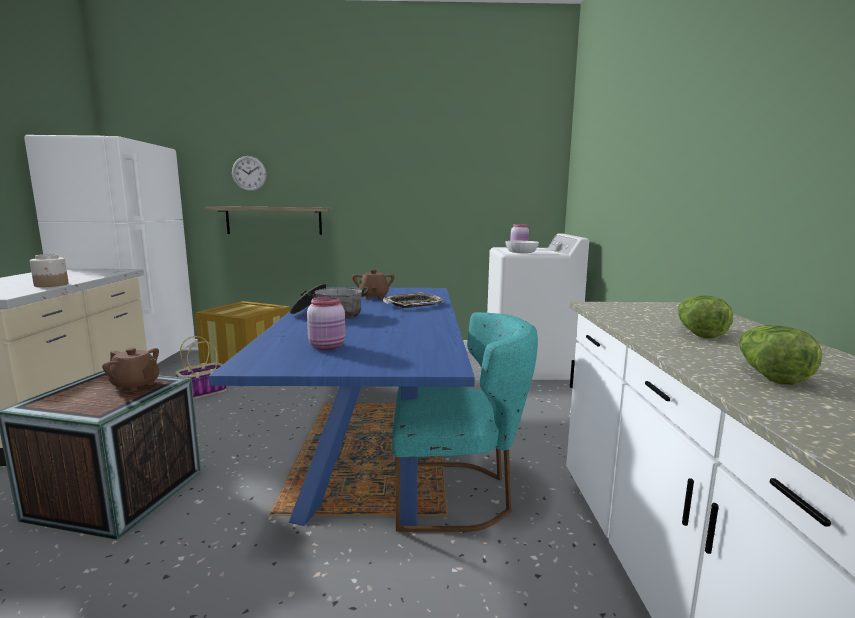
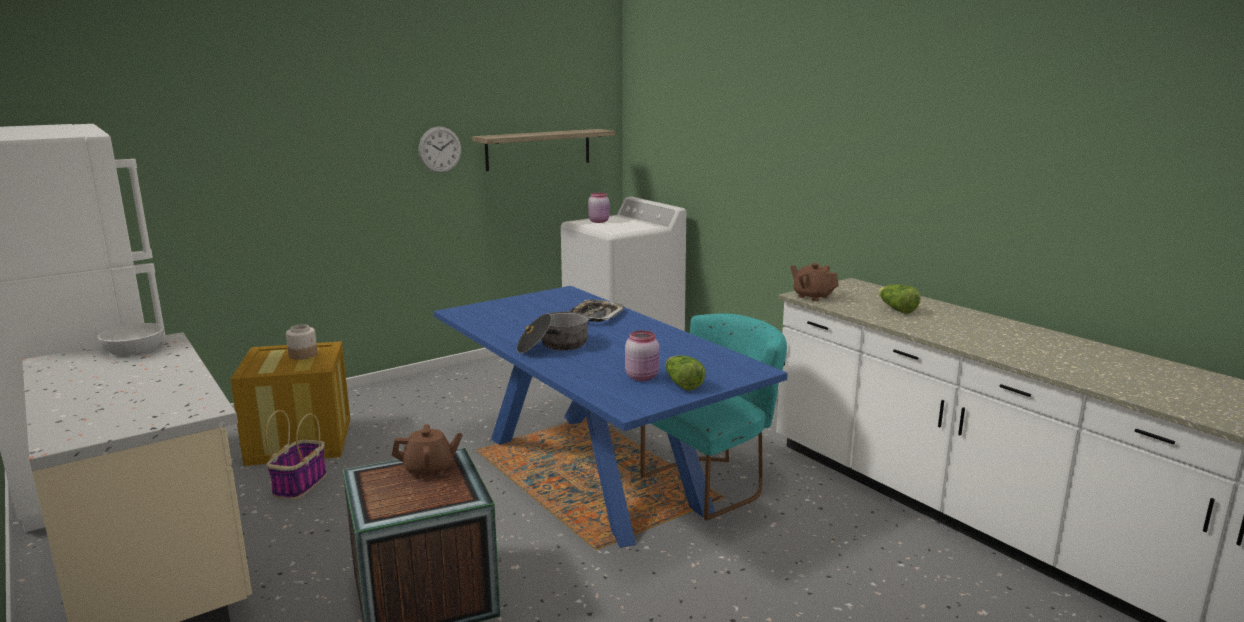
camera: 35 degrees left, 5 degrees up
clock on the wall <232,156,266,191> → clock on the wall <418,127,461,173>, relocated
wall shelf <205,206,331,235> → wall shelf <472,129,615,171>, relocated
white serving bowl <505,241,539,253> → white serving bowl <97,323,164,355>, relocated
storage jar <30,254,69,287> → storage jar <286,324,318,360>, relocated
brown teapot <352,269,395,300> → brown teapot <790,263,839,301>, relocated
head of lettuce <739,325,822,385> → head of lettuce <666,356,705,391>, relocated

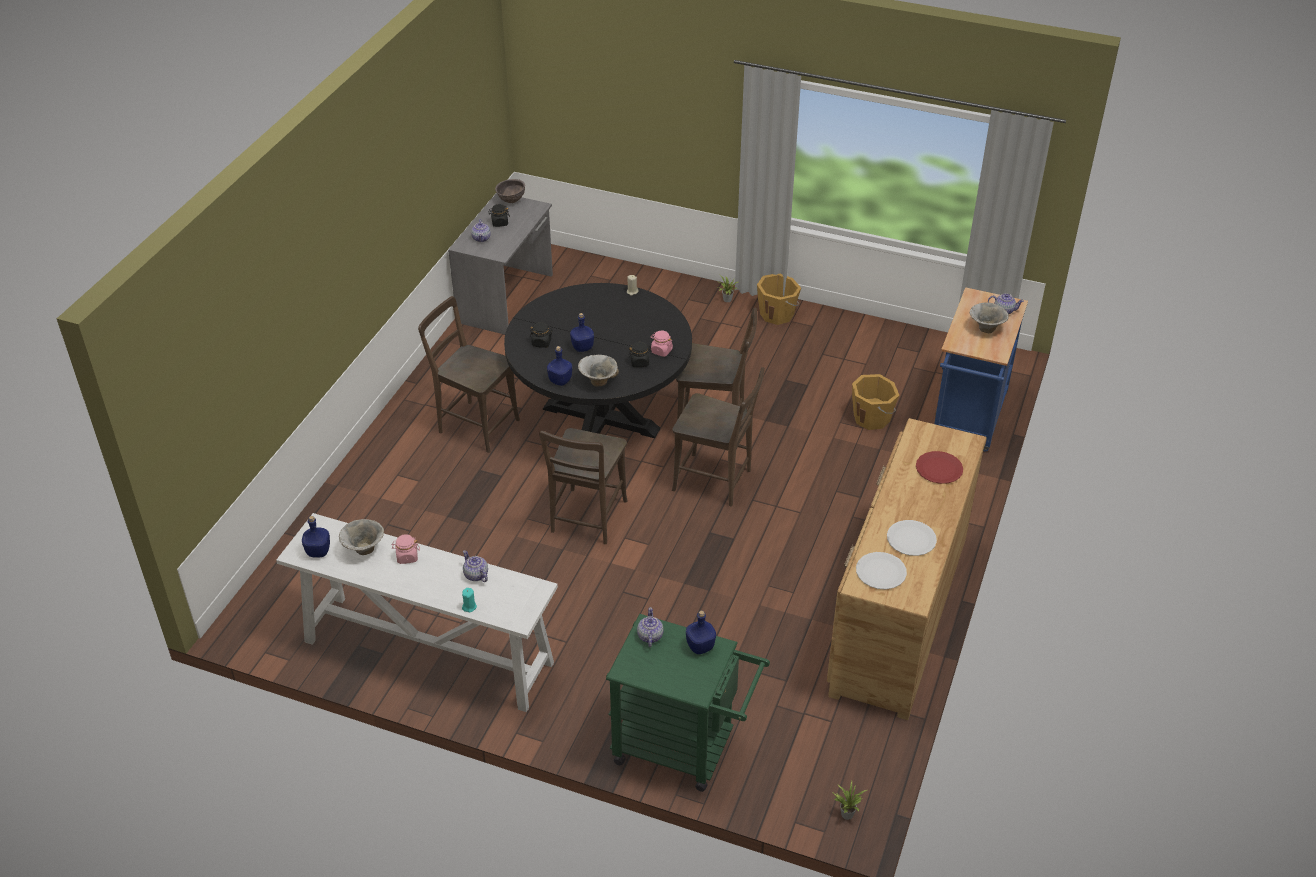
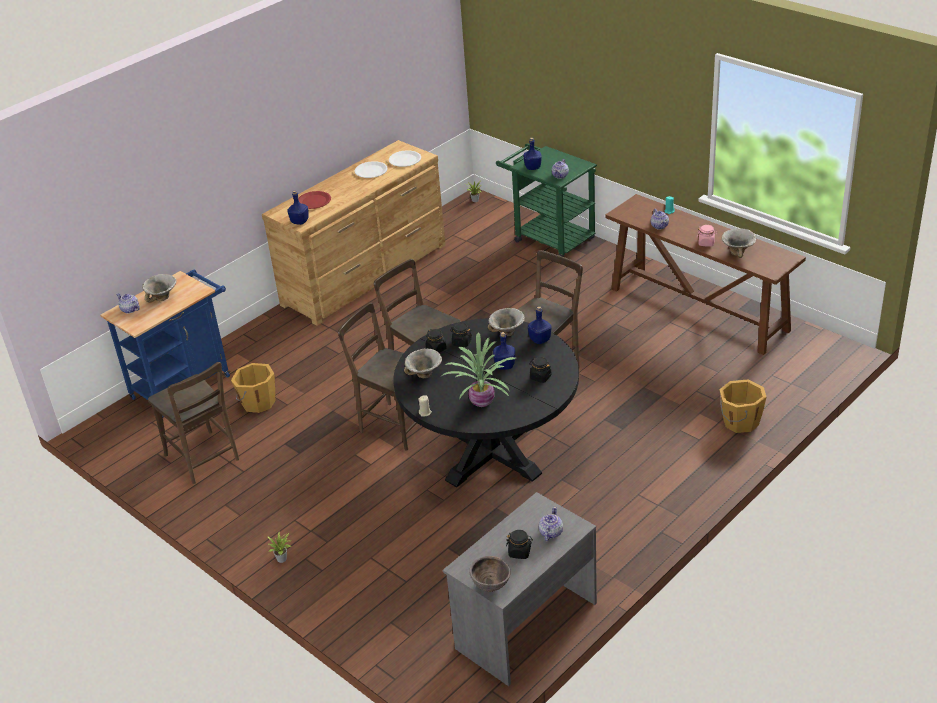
camera: 155 degrees left, 5 degrees down
orange-coloured bucket <757,274,801,325> → orange-coloured bucket <720,379,766,433>, relocated
brown chair <418,296,520,453> → brown chair <148,362,239,484>, relocated
pink-coloured storage jar <651,331,673,357> → blackish storage jar <426,329,447,353>
white hall table <276,513,558,712> → brown hall table <605,194,806,355>
blue-coloured beverage bottle <302,516,330,558> → blue-coloured beverage bottle <287,190,309,225>, relocated
- → houseplant <442,333,516,407>
- → serving bowl <404,348,442,378>

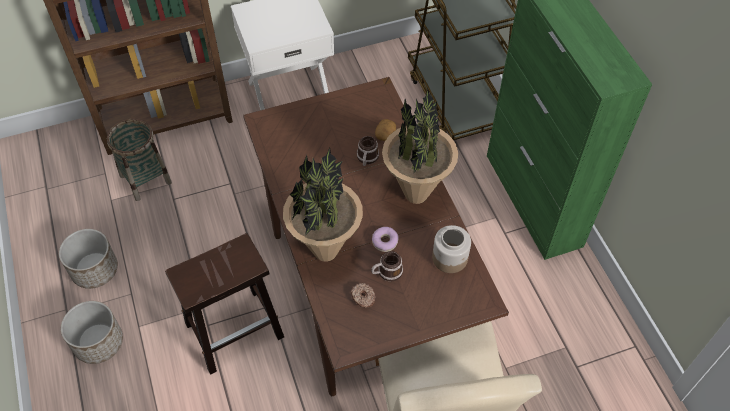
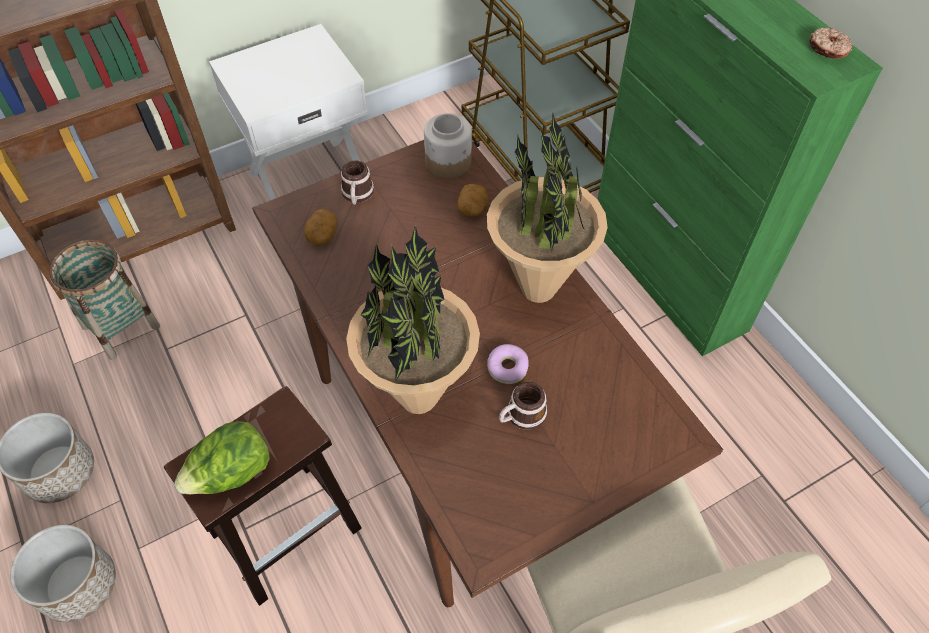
camera: 10 degrees left, 0 degrees up
coffee mug <357,136,379,166> → coffee mug <341,161,374,205>, relocated
storage jar <432,225,471,273> → storage jar <424,113,472,178>, relocated
doughnut <351,283,375,308> → doughnut <809,27,853,59>, relocated
- → potato <304,209,337,246>
- → head of lettuce <174,421,270,494>

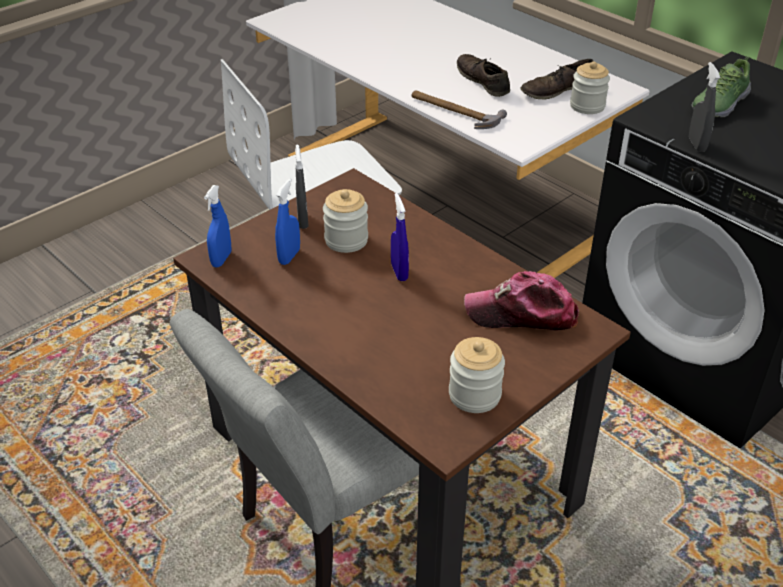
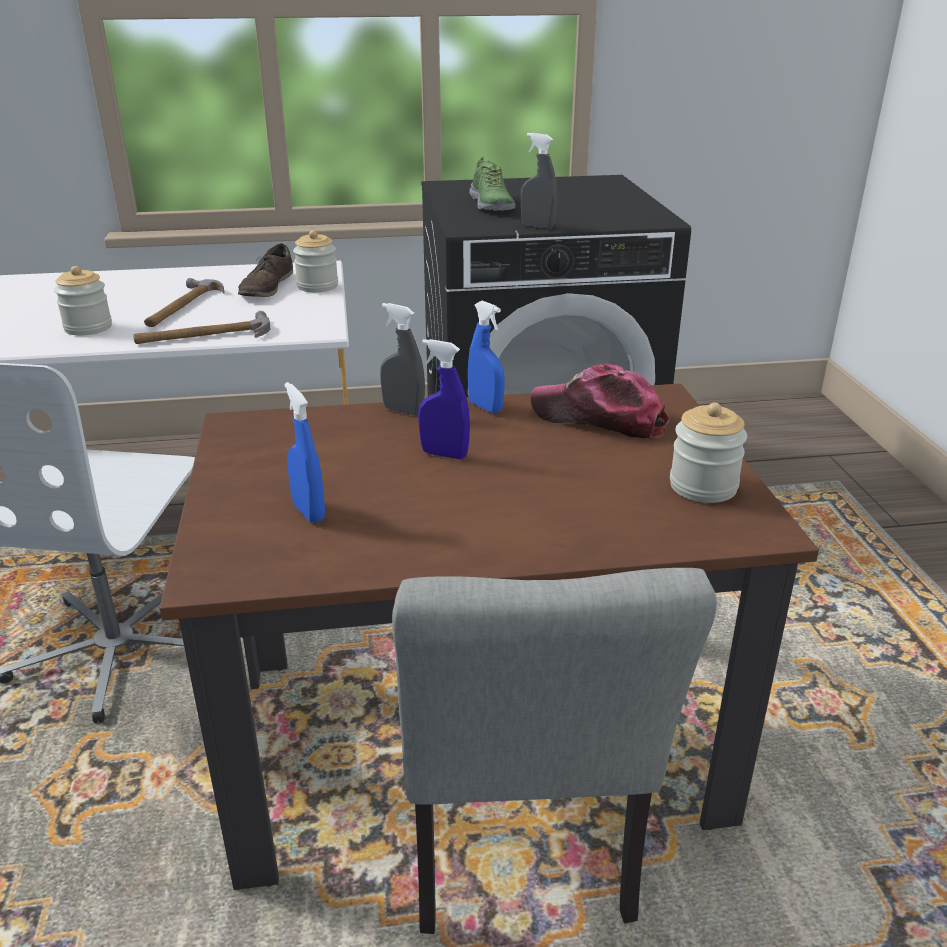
camera: 55 degrees left, 10 degrees down
brown shoe <457,54,510,97> → hammer <144,278,225,327>
gray spray bottle <295,145,309,229> → gray spray bottle <380,303,425,416>, relocated
blue-coloured spray bottle <204,185,231,267> → blue-coloured spray bottle <468,301,505,413>, relocated
storage jar <323,189,368,253> → storage jar <54,266,112,335>, relocated
cap <464,271,579,331> → cap <531,364,669,438>, 75 degrees clockwise

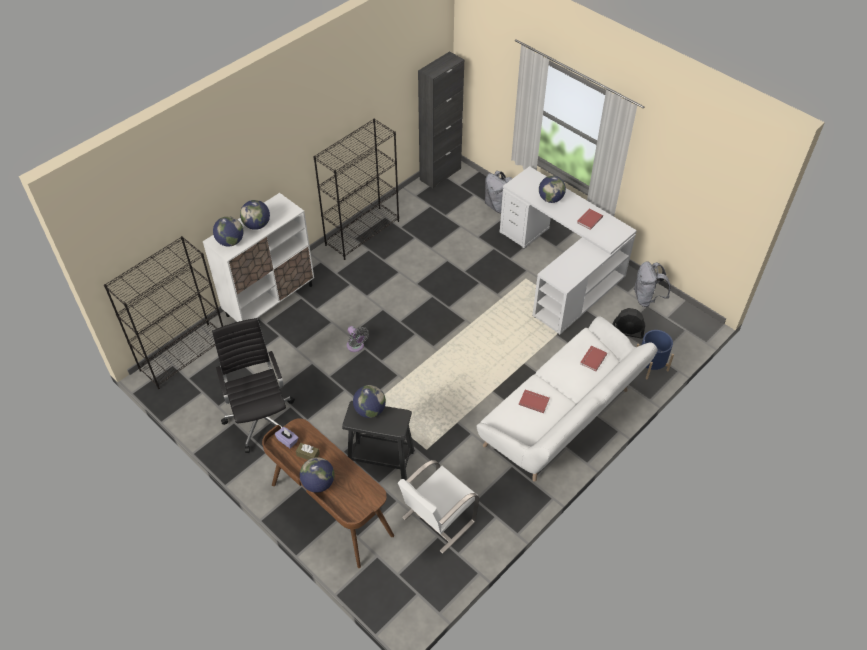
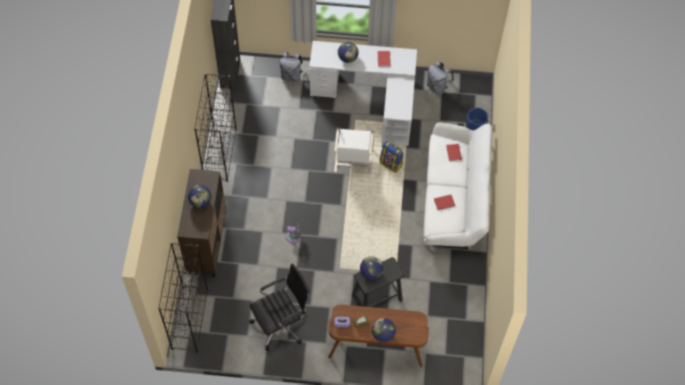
camera: 40 degrees left, 10 degrees up
white cabinet <203,193,314,322> → brown cabinet <177,169,226,277>
globe <213,216,244,246> → -
blackish electric fan <612,308,645,338> → -
blackish office chair <212,318,295,453> → blackish office chair <249,263,310,350>, 120 degrees clockwise
white chair <398,460,479,554> → white chair <334,127,374,175>, relocated
- → knapsack <380,141,404,173>

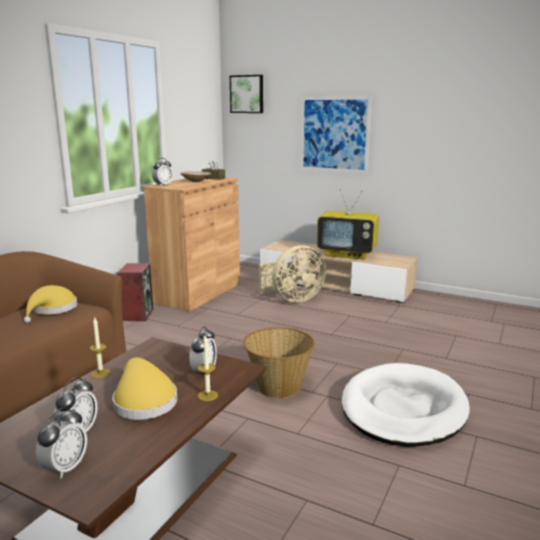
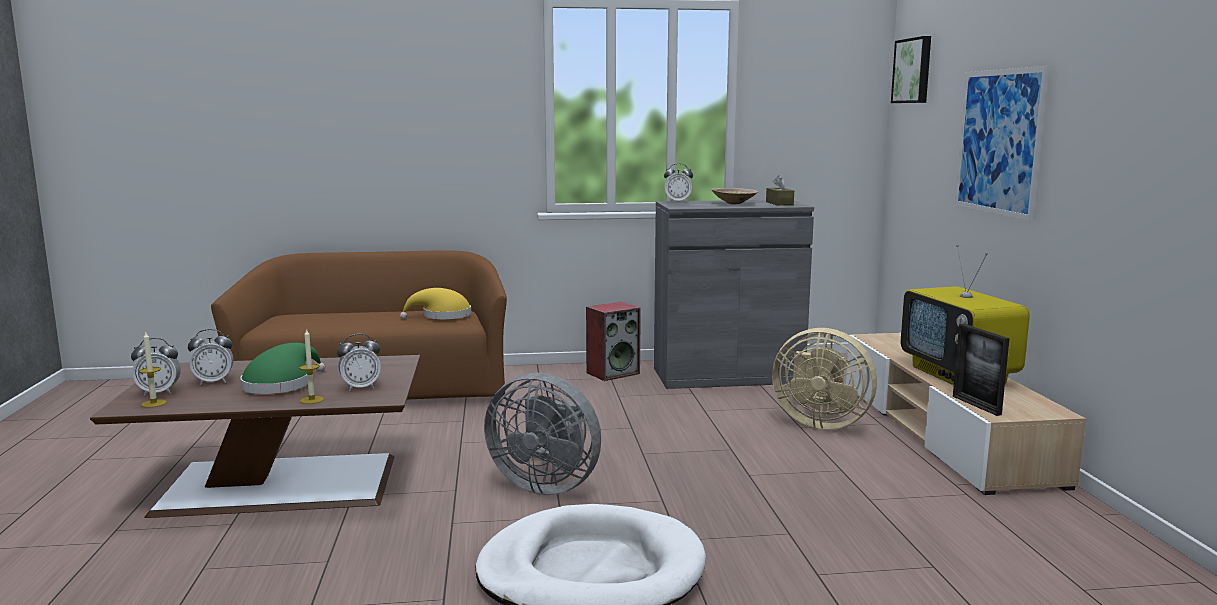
camera: 55 degrees right, 5 degrees down
brown cabinet <144,177,240,312> → gray cabinet <654,200,814,389>
wax light <89,318,111,378> → wax light <139,331,167,408>, relocated
storage basket <243,327,315,399> → gray electric fan <484,373,601,495>
yellow wearable hat <112,357,177,420> → green-coloured wearable hat <240,343,325,394>
- → photo frame <953,324,1010,416>

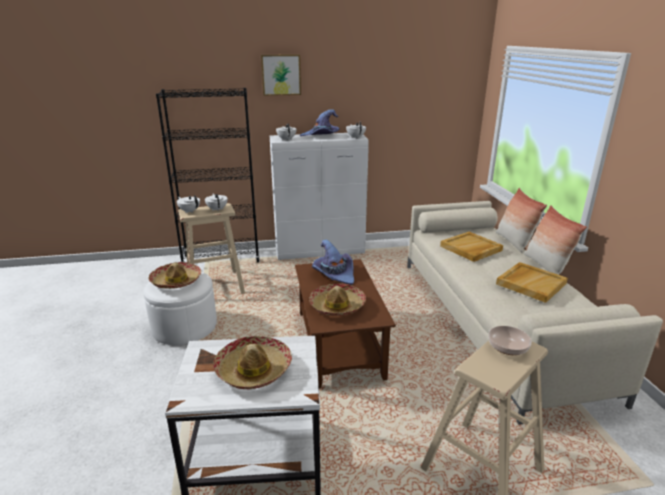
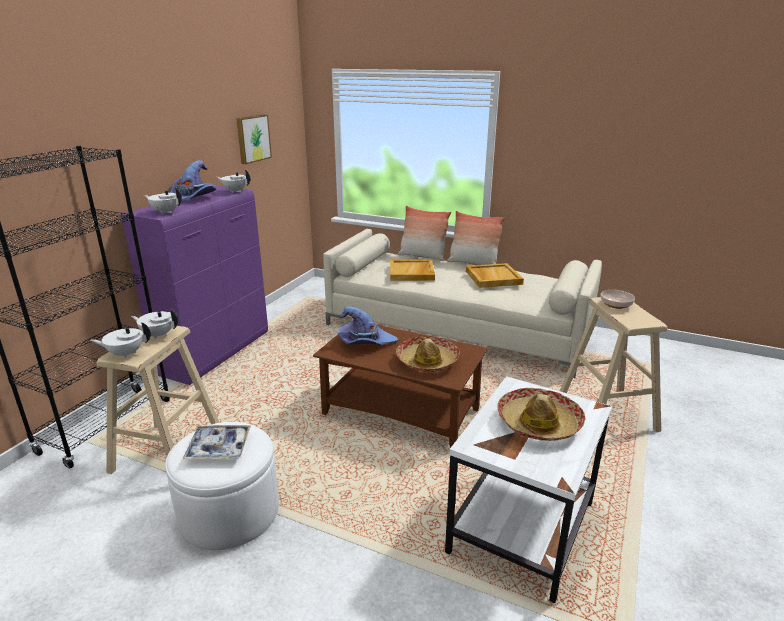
camera: 55 degrees left, 0 degrees up
picture <261,54,301,96> → picture <236,114,272,164>, relocated
white cabinet <270,133,369,260> → purplish cabinet <121,186,268,385>
wearable hat <149,262,201,289> → serving tray <183,425,251,459>

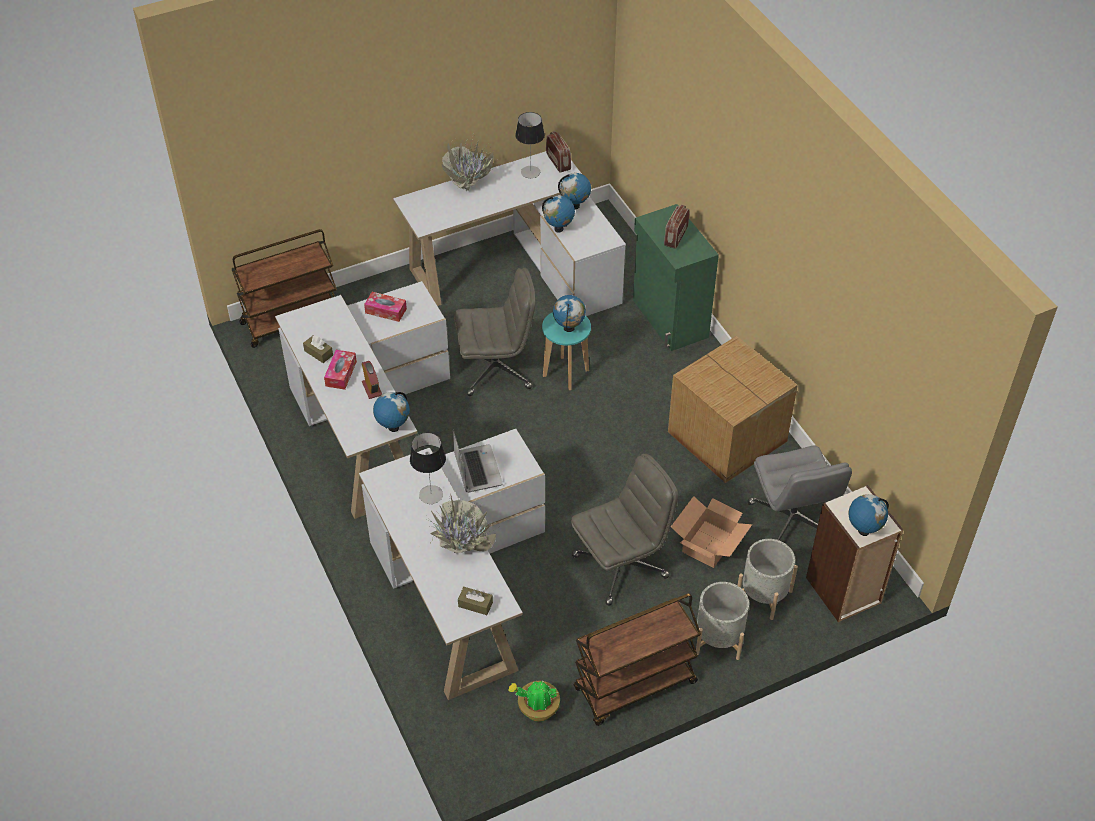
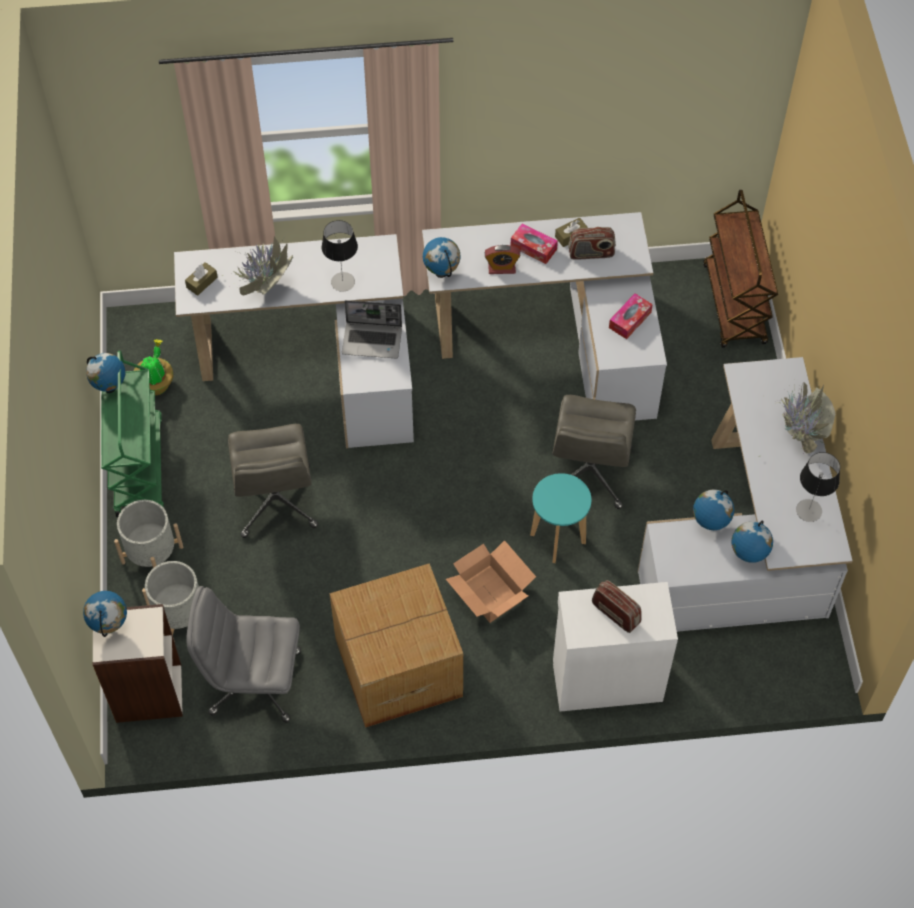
camera: 110 degrees right, 10 degrees up
radio <546,131,571,173> → radio <568,227,616,260>, relocated
green-coloured cabinet <633,204,719,351> → white cabinet <553,582,678,711>
globe <553,295,586,332> → globe <86,353,125,393>, relocated
packing box <671,496,752,568> → packing box <446,540,536,623>, relocated
brown trolley <573,593,701,726> → green-coloured trolley <101,351,164,517>

